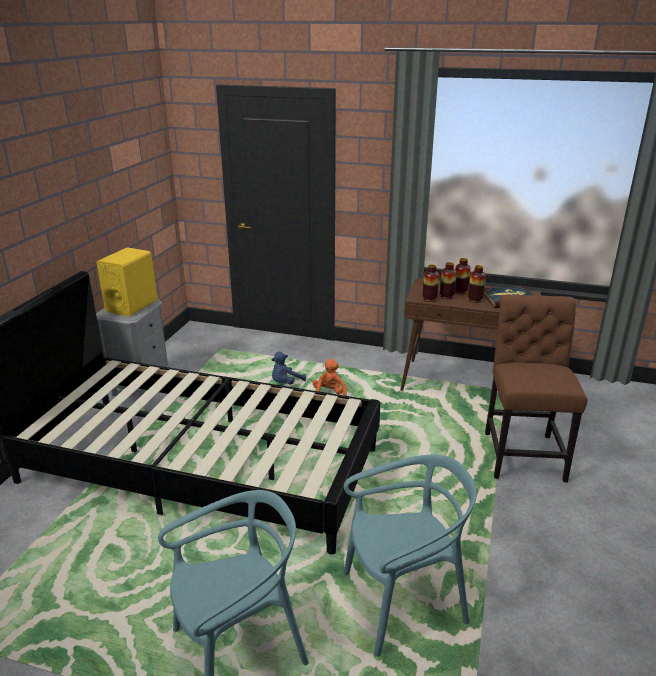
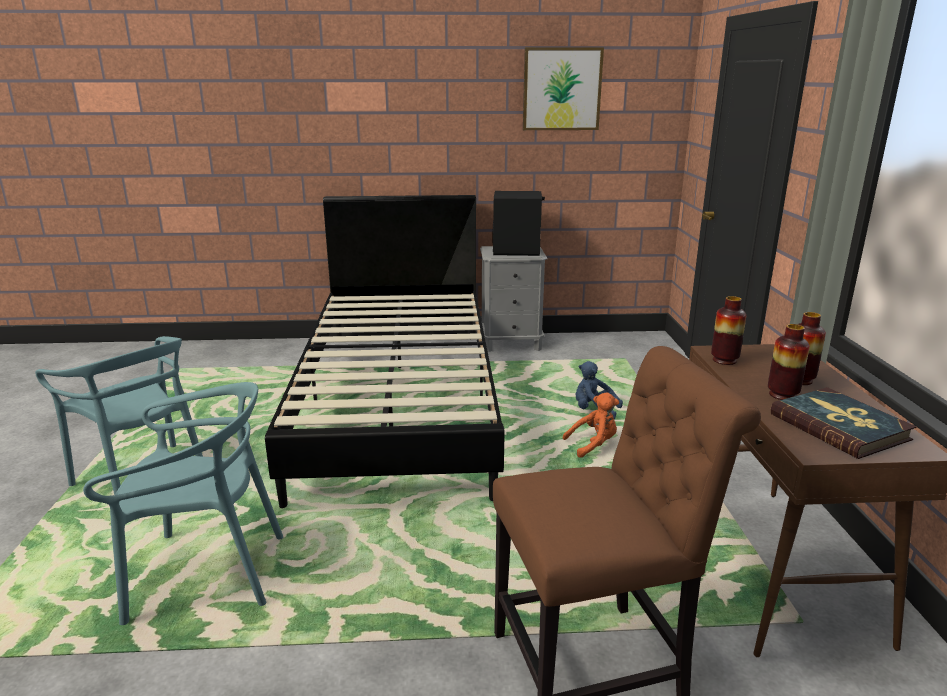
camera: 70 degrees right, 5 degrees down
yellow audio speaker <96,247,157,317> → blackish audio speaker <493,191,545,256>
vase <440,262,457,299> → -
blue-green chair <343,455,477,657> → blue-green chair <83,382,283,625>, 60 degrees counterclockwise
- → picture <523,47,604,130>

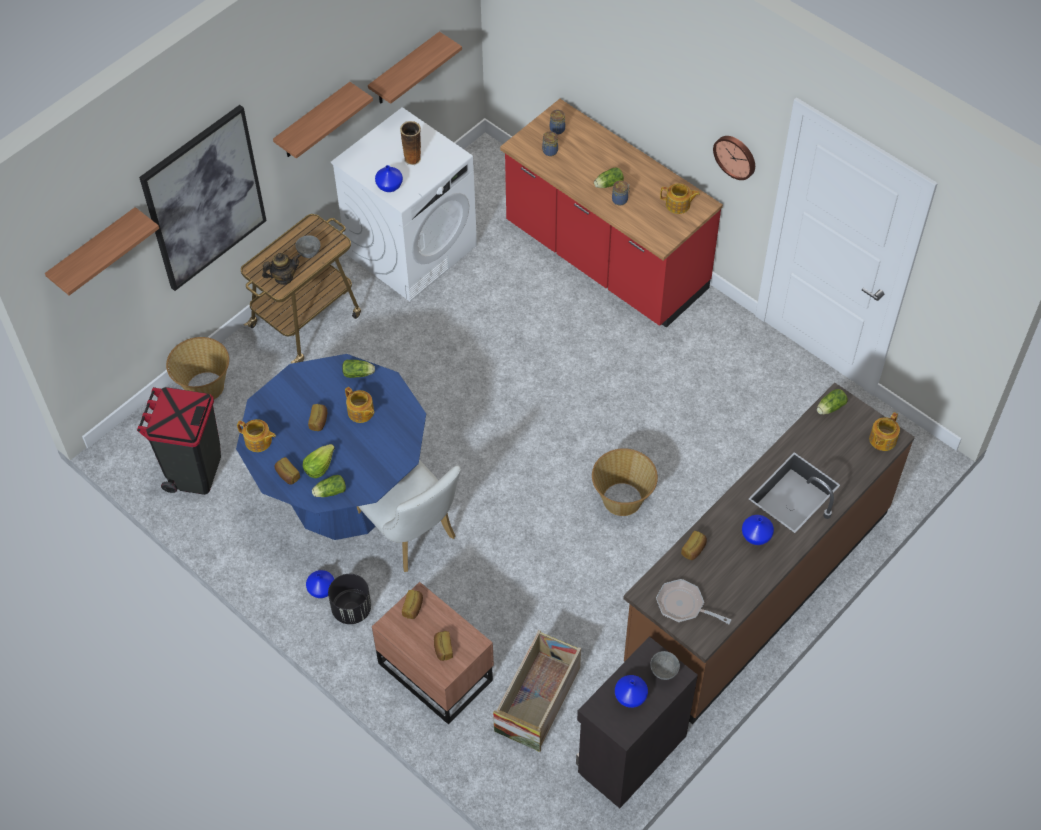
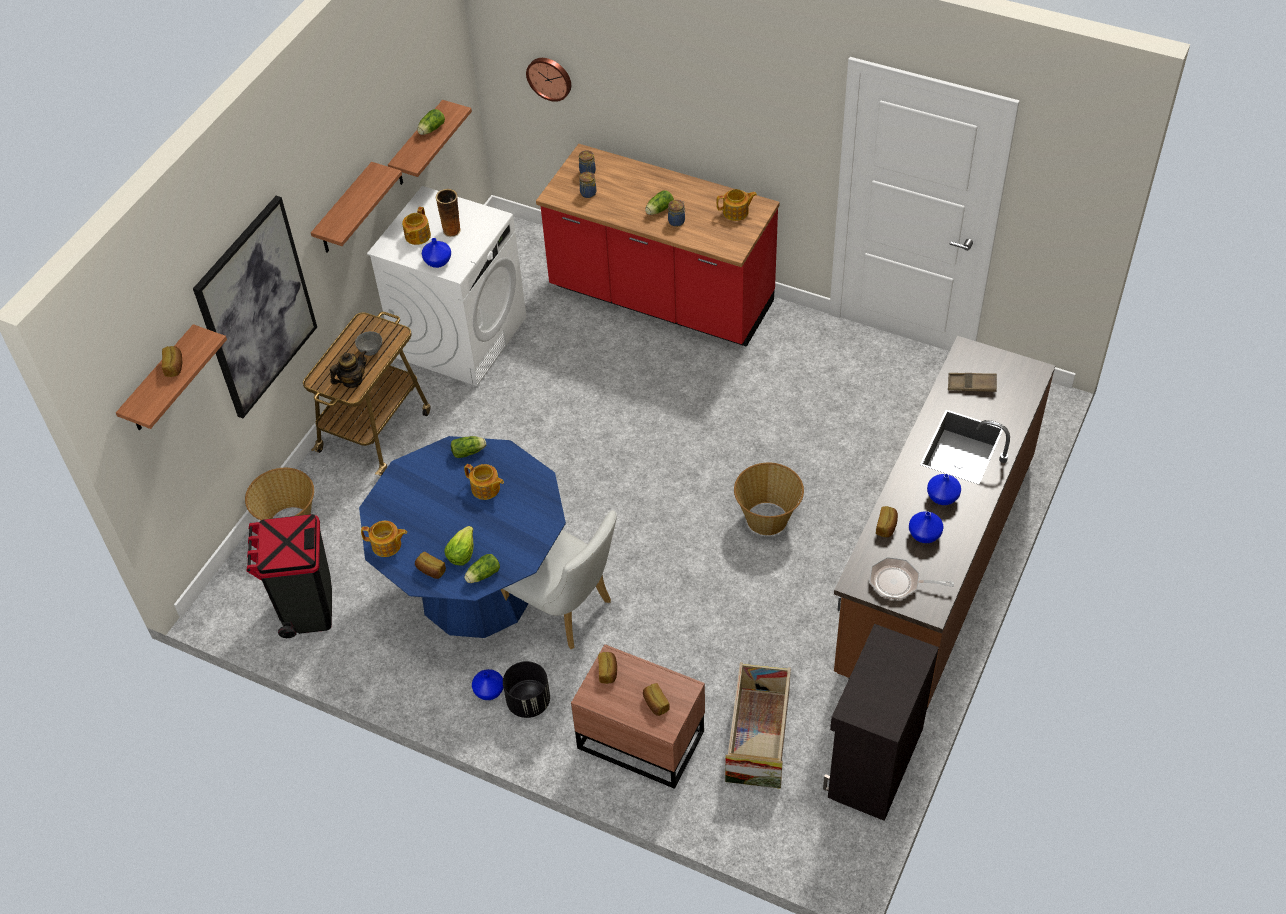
camera: 15 degrees left, 5 degrees down
clock on the wall <713,136,755,180> → clock on the wall <526,58,571,102>, relocated
head of lettuce <817,389,848,415> → head of lettuce <417,109,445,135>, relocated
bakery bread <308,404,327,431> → bakery bread <162,346,182,377>, relocated
teapot <869,412,900,451> → teapot <402,207,431,245>, relocated
gray serving bowl <650,651,680,680> → -
blue-coloured vase <615,675,648,708> → blue-coloured vase <909,511,944,543>, relocated
- → brown serving tray <948,373,997,392>

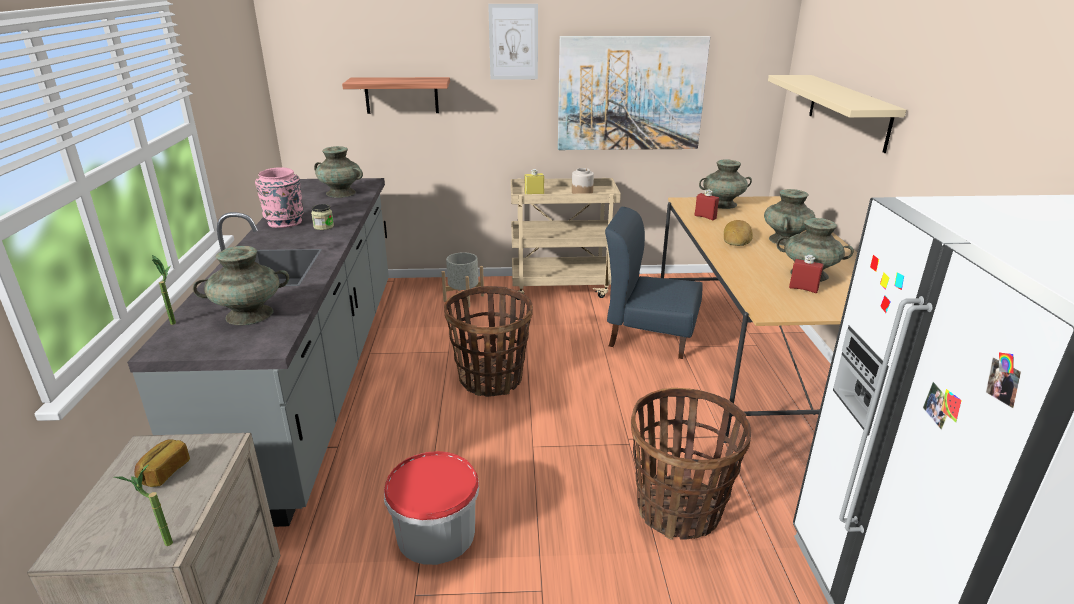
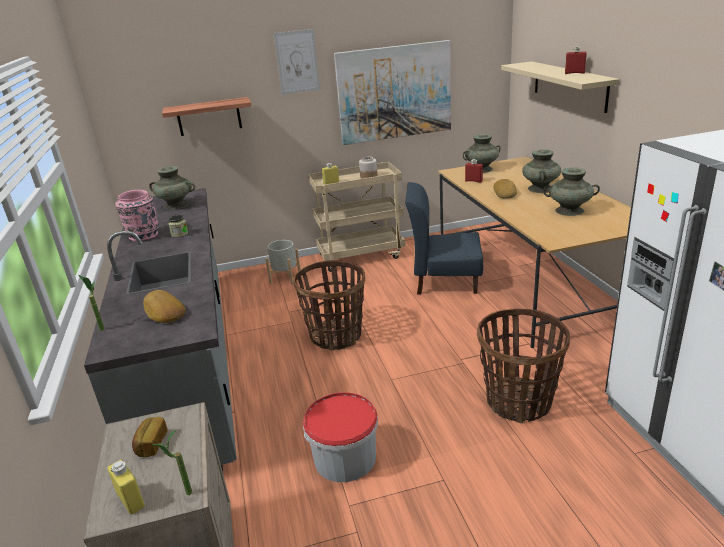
camera: 10 degrees left, 0 degrees up
blue-green vase <193,246,289,325> → bakery bread <143,290,186,323>
red-coloured beverage bottle <789,255,823,293> → red-coloured beverage bottle <565,47,587,74>, relocated
- → yellow beverage bottle <107,460,145,515>

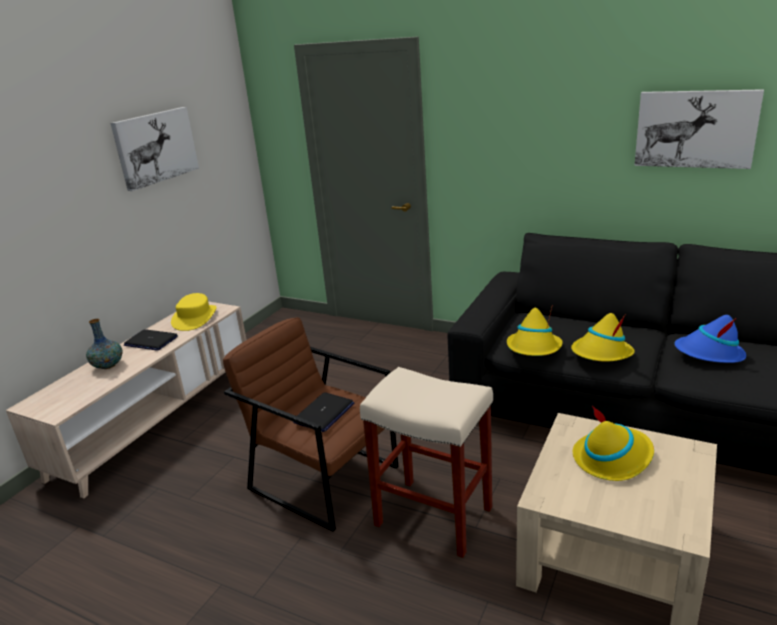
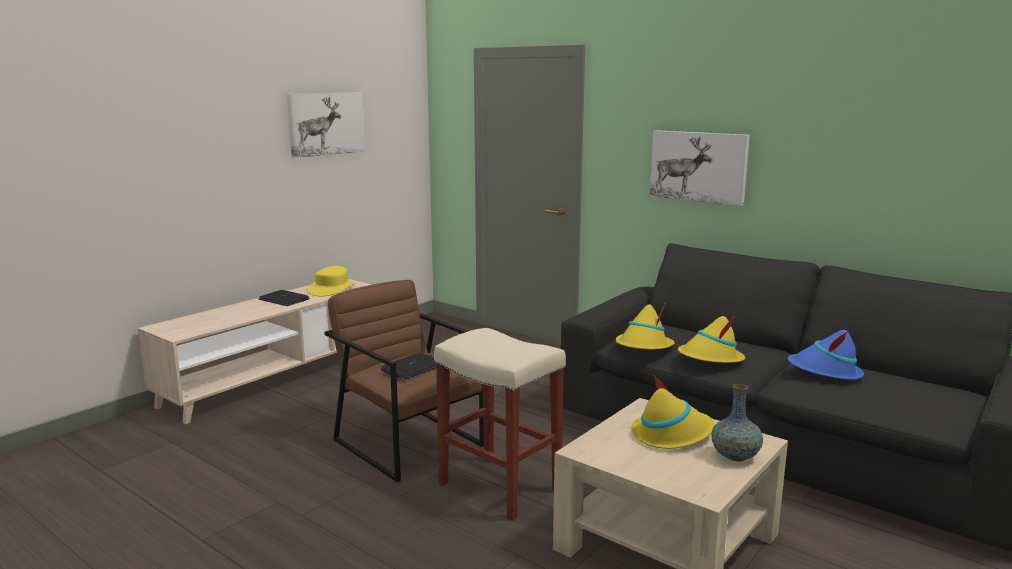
camera: 10 degrees right, 10 degrees down
picture <634,89,764,169> → picture <650,130,750,206>, relocated
vase <86,319,123,369> → vase <711,384,763,461>, relocated

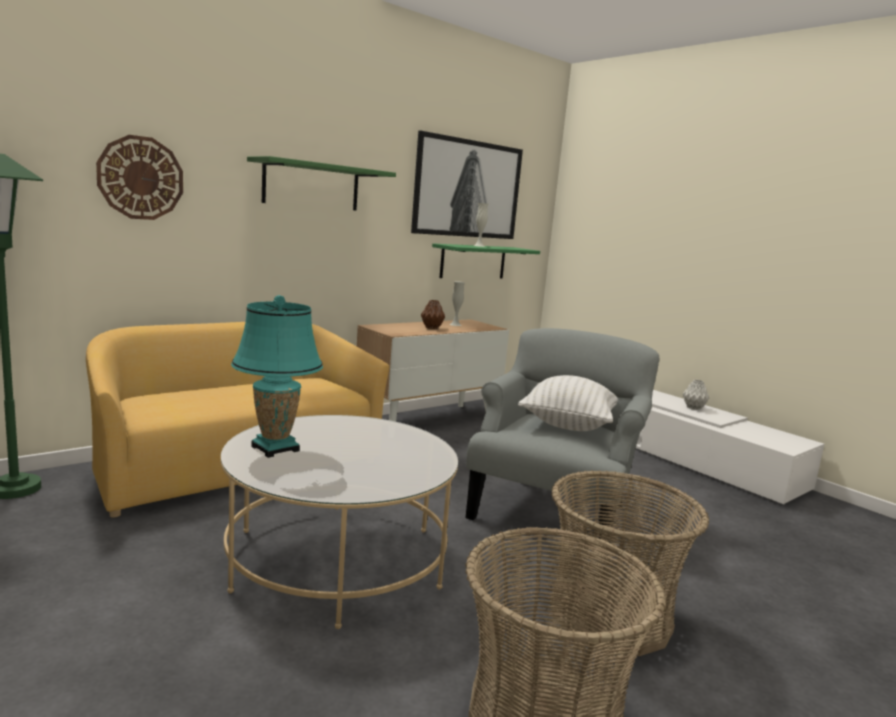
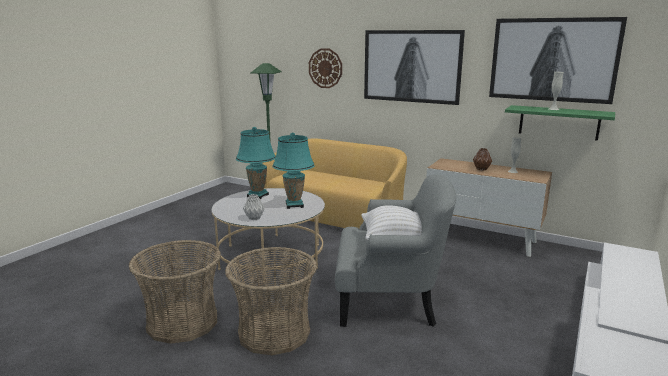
camera: 70 degrees right, 5 degrees up
green-coloured wall shelf <247,156,396,210> → picture <364,30,465,105>
gray vase <683,380,709,410> → gray vase <243,194,265,220>, relocated
- → blue-green lamp for a table <272,133,315,209>

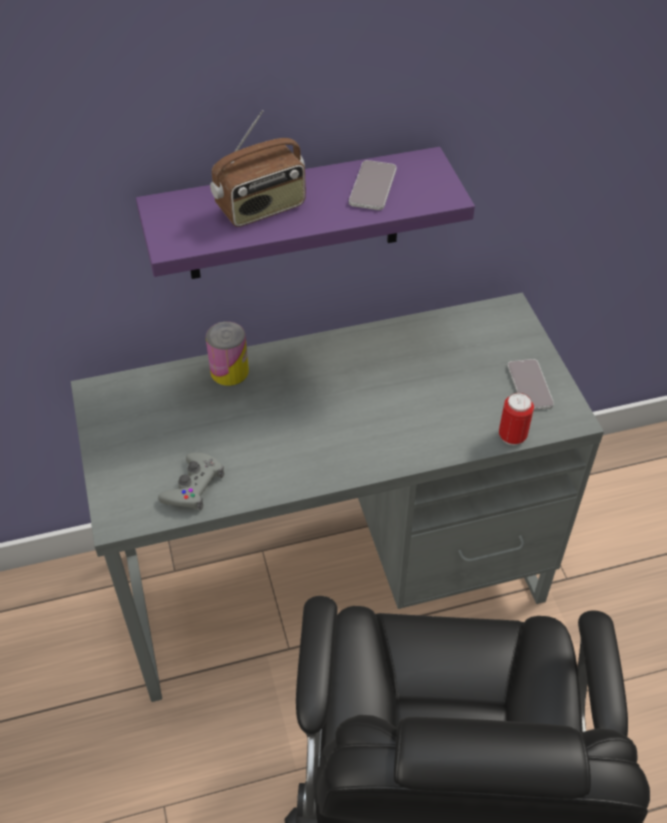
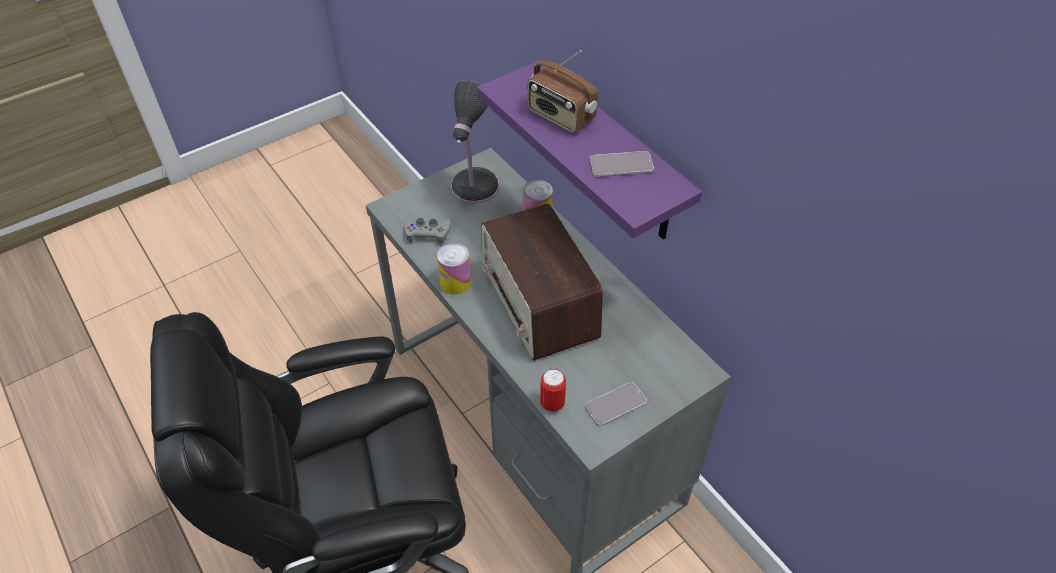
camera: 70 degrees right, 0 degrees up
- → lamp for a table <451,81,500,204>
- → radio <482,203,603,361>
- → sealed can <437,243,471,295>

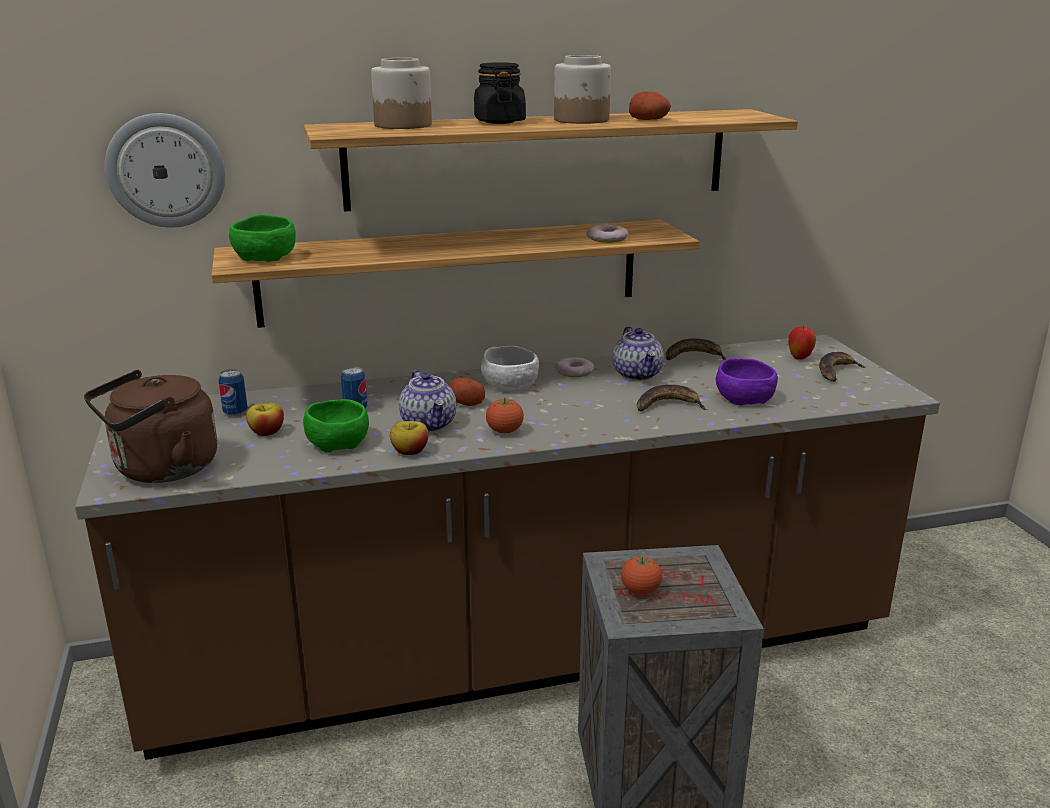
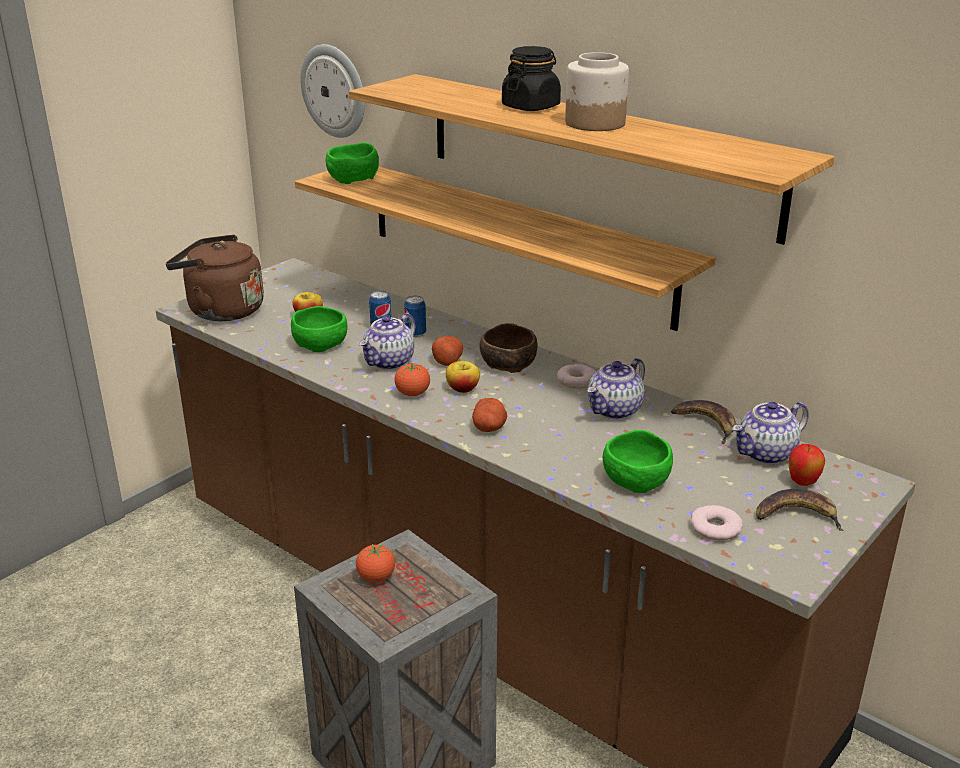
camera: 55 degrees right, 5 degrees up
storage jar <371,58,432,129> → -
potato <629,92,671,120> → potato <472,398,507,432>, relocated
doughnut <586,225,628,243> → doughnut <690,505,743,540>, relocated
white serving bowl <481,346,539,391> → brown serving bowl <480,323,538,373>
purplish serving bowl <716,358,778,405> → green-coloured serving bowl <603,430,673,493>
sealed can <219,369,248,416> → sealed can <404,296,426,337>, relocated
whole banana <637,385,708,411> → -
apple fruit <390,421,428,455> → apple fruit <446,361,480,393>, relocated
- → teapot <732,402,809,464>

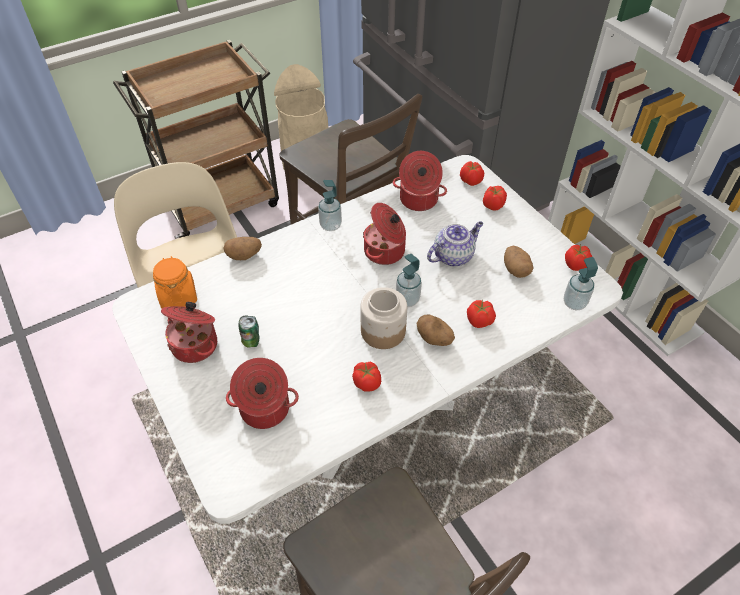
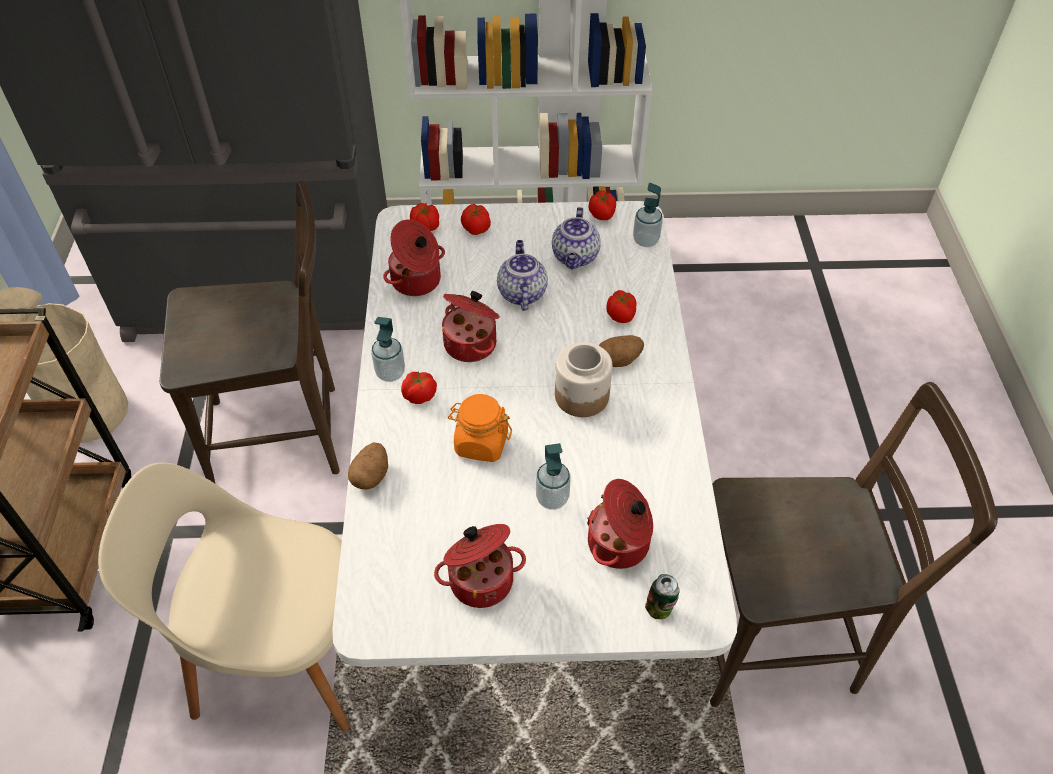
camera: 60 degrees left, 0 degrees up
potato <504,246,534,278> → teapot <552,207,601,269>
soap bottle <396,254,422,307> → soap bottle <536,443,570,510>, relocated
orange-coloured storage jar <153,256,197,309> → orange-coloured storage jar <448,394,512,462>, relocated
sealed can <238,316,260,348> → sealed can <645,574,680,619>, relocated
whole tomato <352,362,381,392> → whole tomato <401,372,437,404>, relocated

